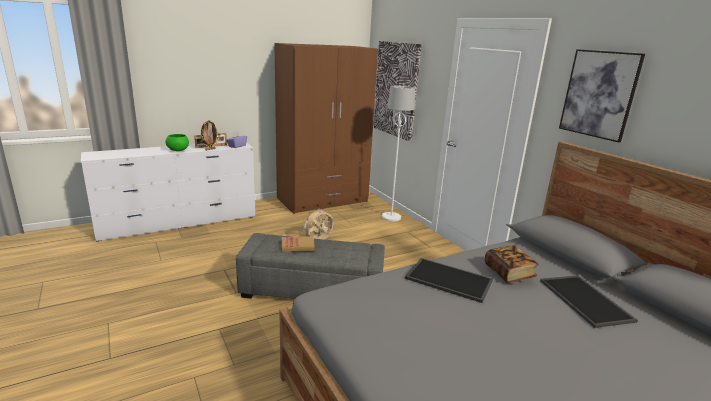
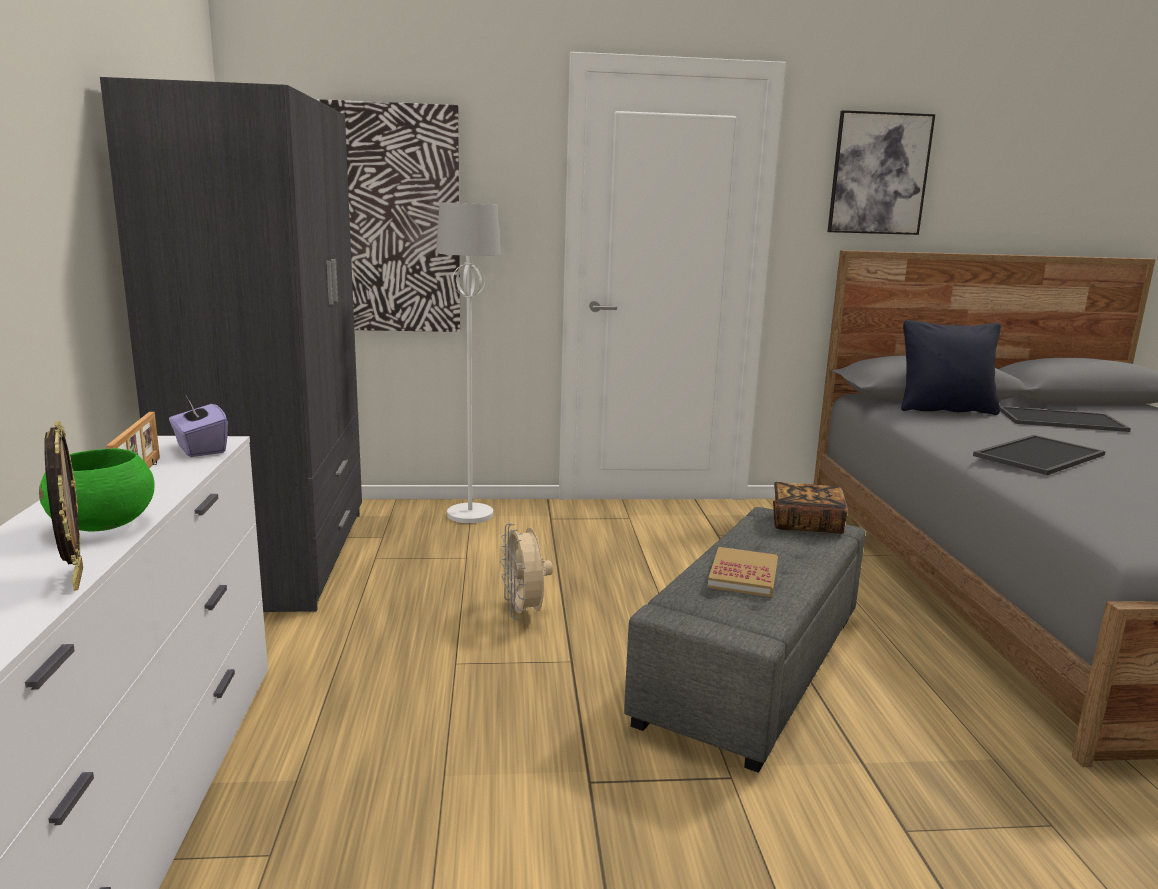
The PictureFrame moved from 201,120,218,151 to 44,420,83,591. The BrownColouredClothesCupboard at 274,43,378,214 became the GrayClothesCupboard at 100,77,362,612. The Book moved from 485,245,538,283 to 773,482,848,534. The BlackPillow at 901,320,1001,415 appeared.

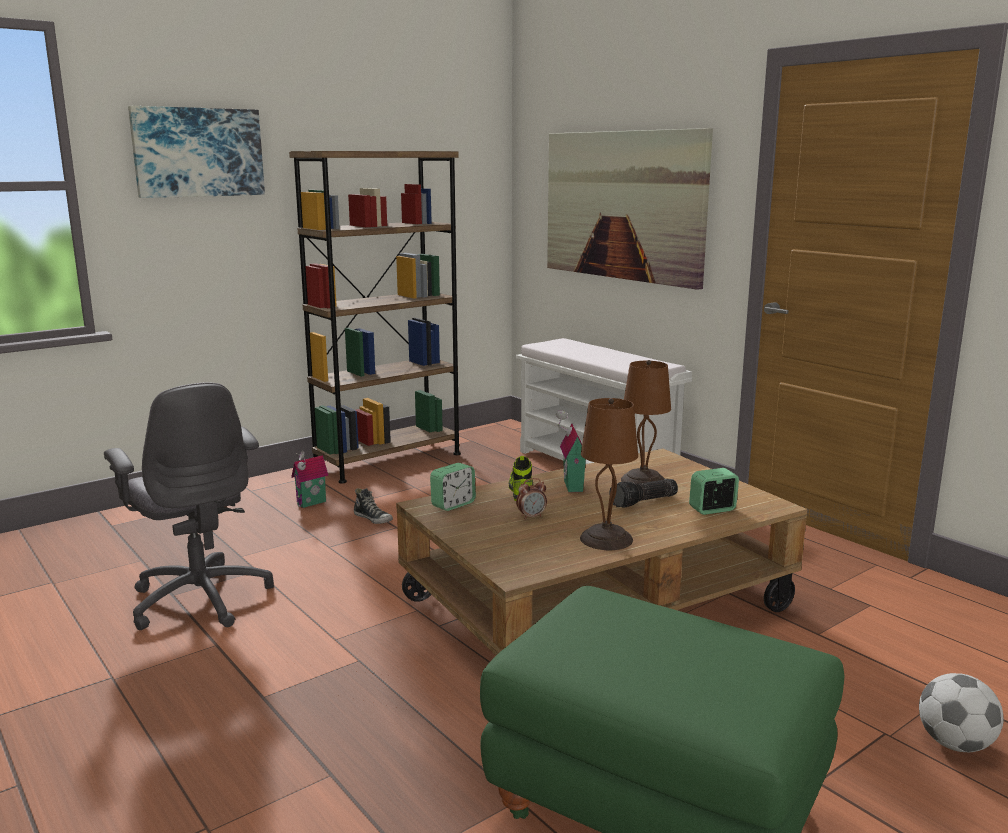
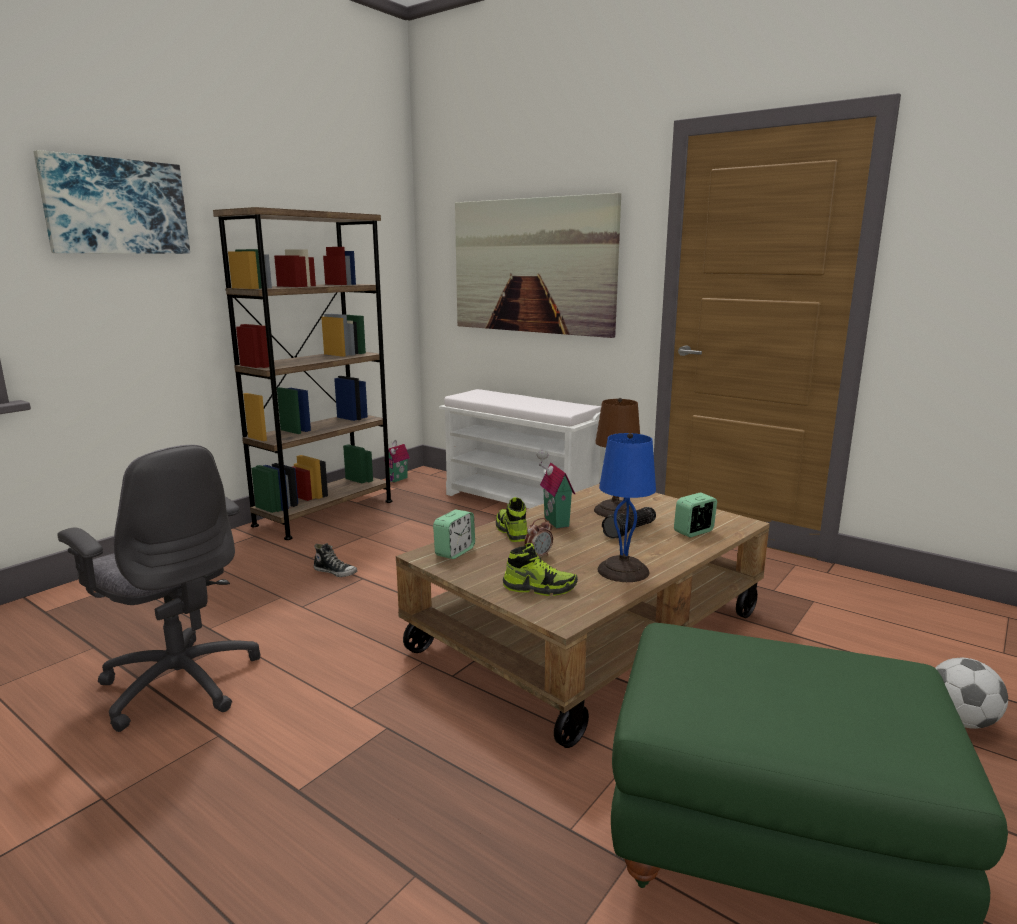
The ModelHouse moved from 291,451,328,508 to 384,440,410,483. The BrownColouredTableLamp at 580,398,638,550 became the BlueTableLamp at 597,433,656,582. The LowShoe at 503,543,578,596 appeared.

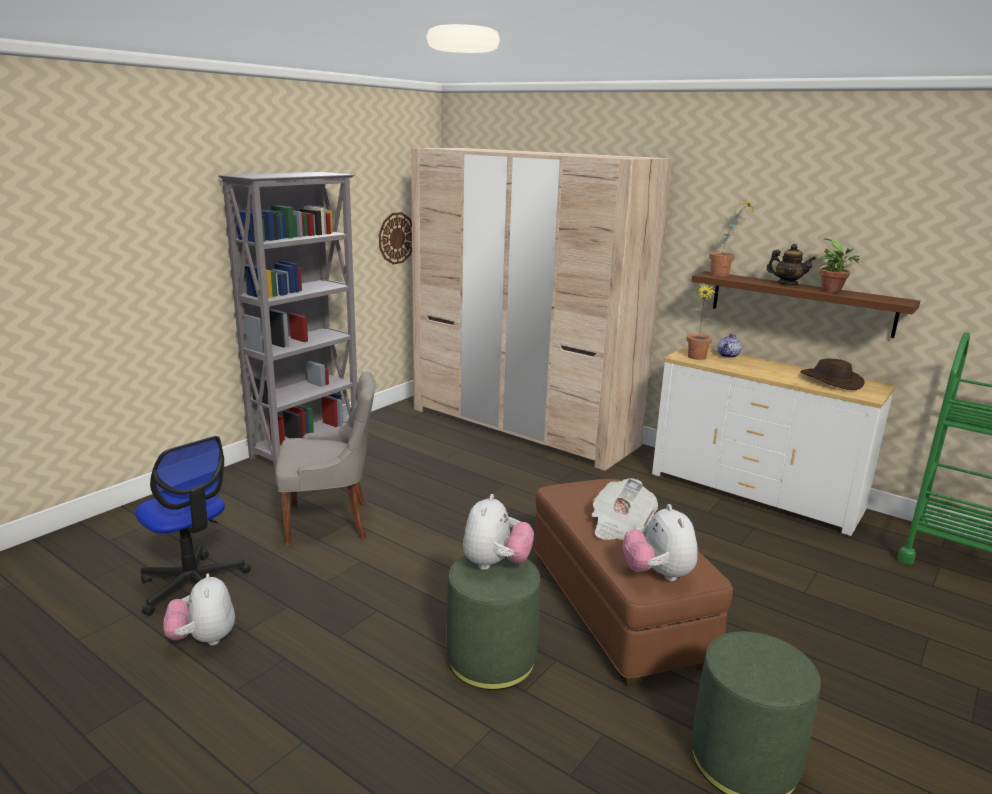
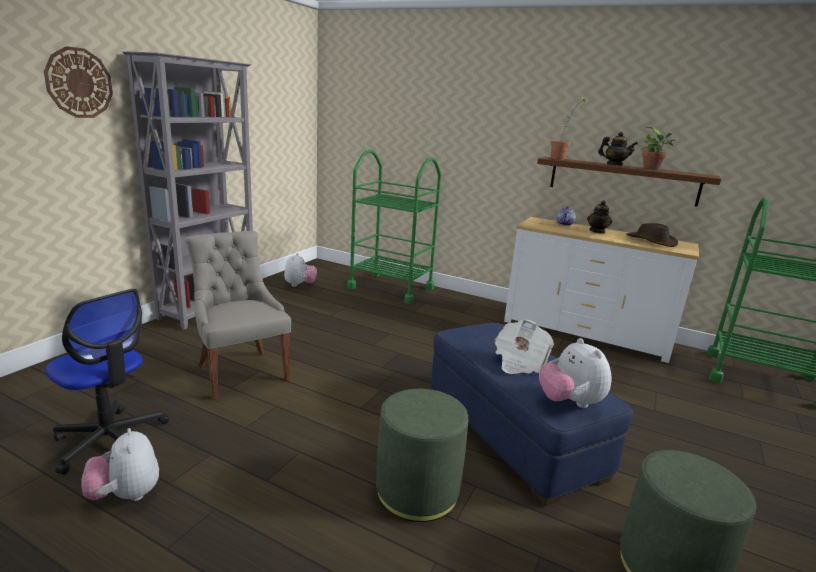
The GrayChair at 275,371,376,546 turned 105 degrees counterclockwise. The ClockOnTheWall moved from 379,212,412,265 to 44,46,113,118. The BeigeColouredClothesCupboard at 411,148,672,471 was replaced by the GreenWheeledCart at 347,150,441,304. The PlushToy moved from 463,494,534,570 to 284,253,317,287. The BrownColouredOttoman at 534,479,733,687 became the BlueOttoman at 430,323,633,506. The Houseplant at 687,285,718,360 disappeared. The PotForTea at 587,200,612,234 appeared.

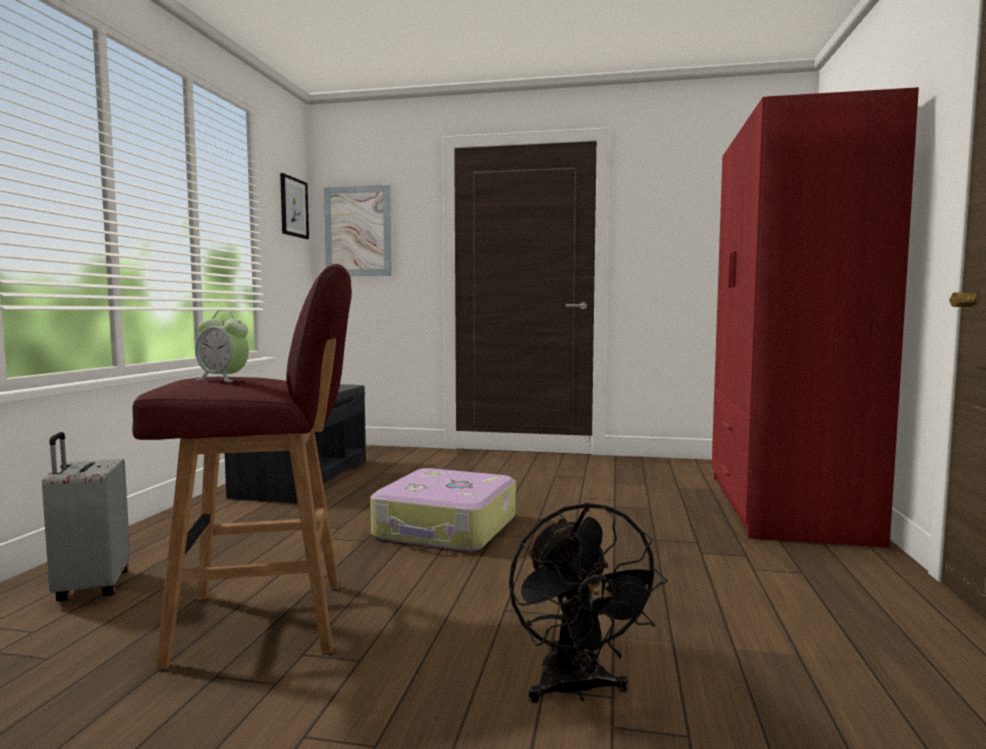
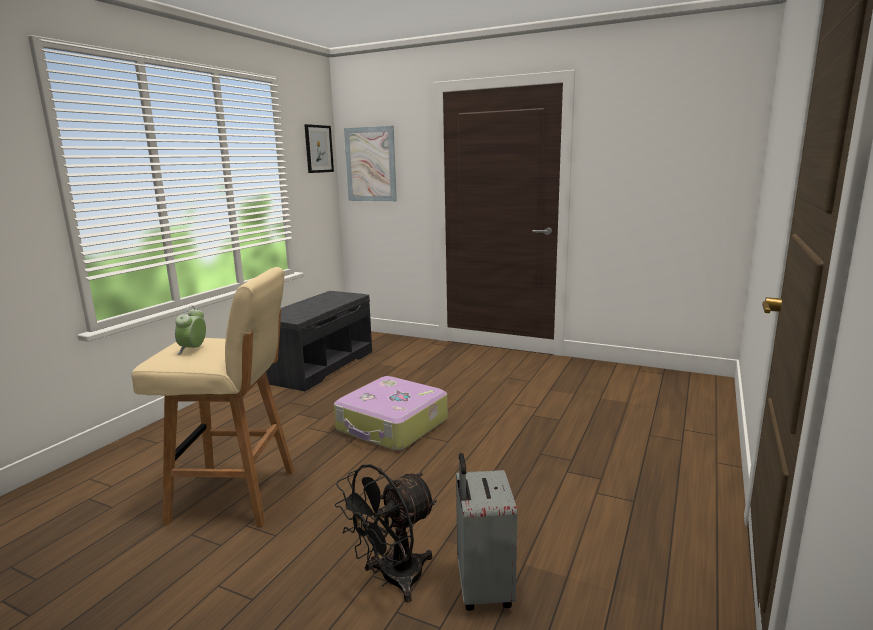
The GrayPieceOfLuggage moved from 42,432,130,602 to 456,453,517,611. The ReddishStool at 132,264,352,670 became the BeigeColouredStool at 131,267,294,527. The AlarmClock at 195,310,249,382 turned 60 degrees clockwise. The BlackCoolingFan at 509,502,668,703 turned 45 degrees clockwise. The ReddishClothesCupboard at 712,87,919,548 disappeared.

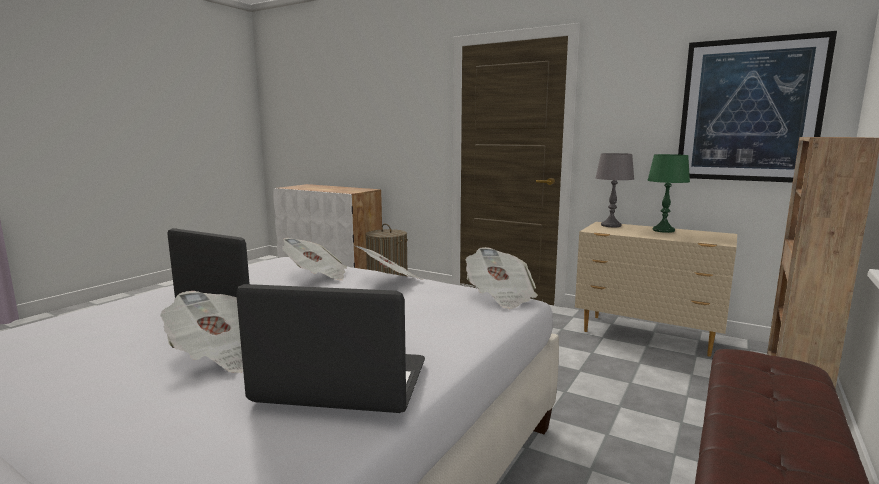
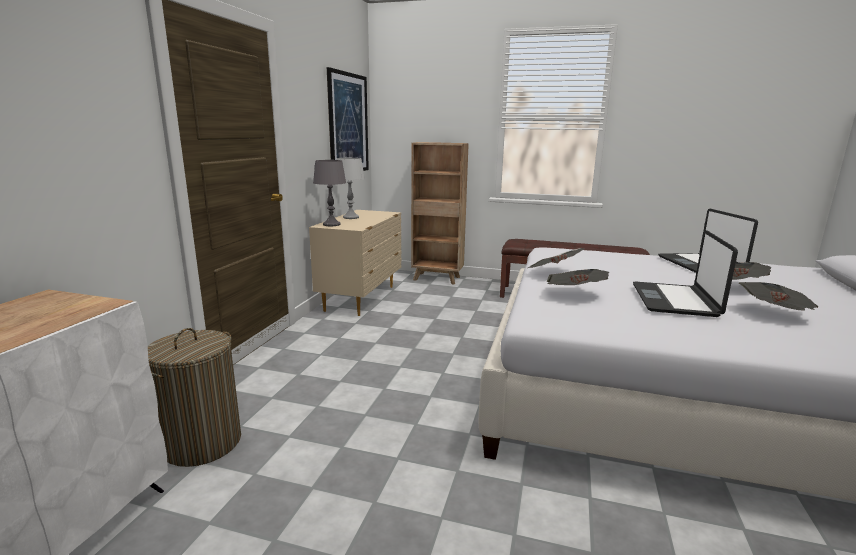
The PrintedPaper moved from 466,247,538,309 to 739,282,818,310. The GreenTableLamp at 648,154,690,233 became the GrayTableLamp at 337,158,365,219.

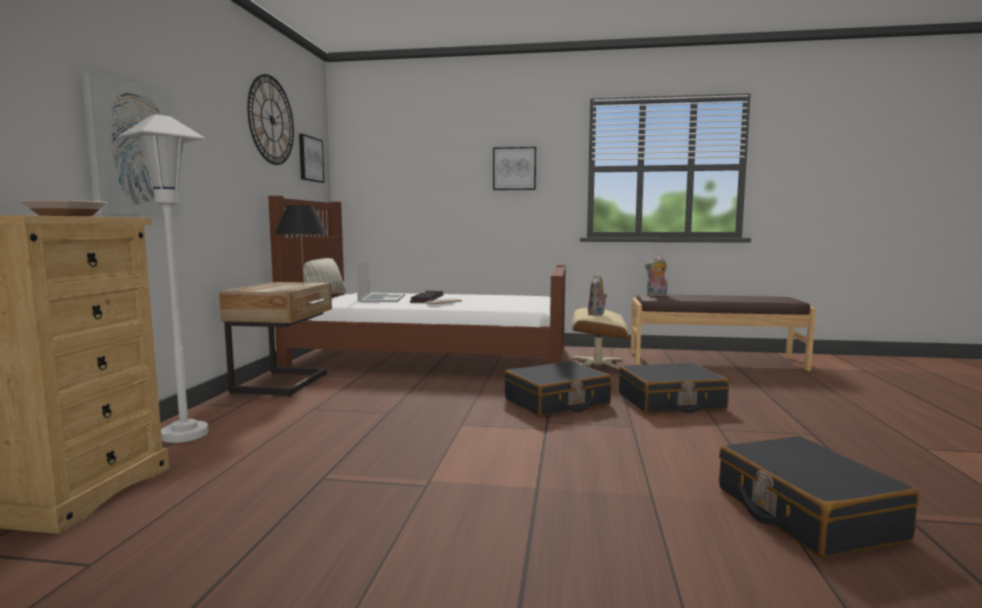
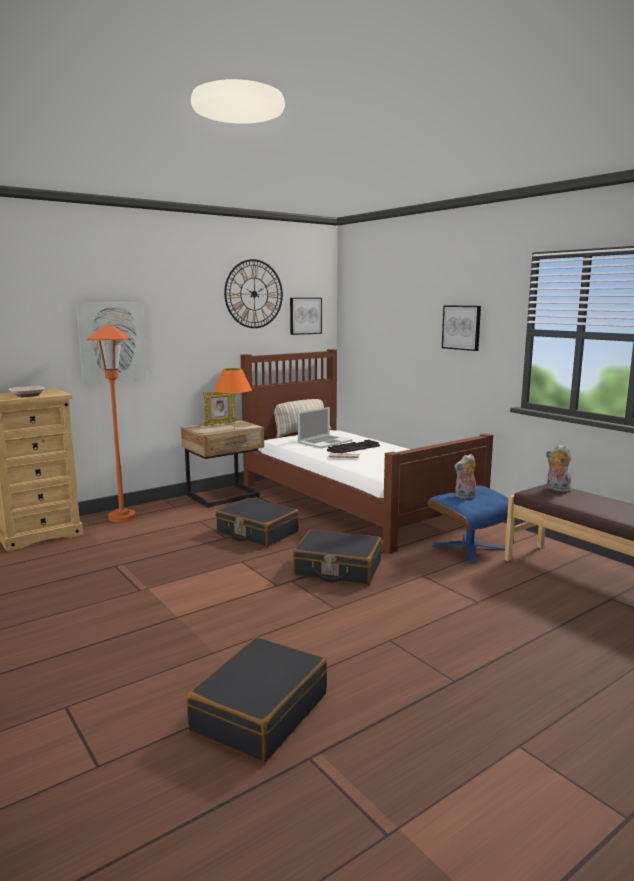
The WhitishFloorLamp at 118,114,208,443 became the OrangeyFloorLamp at 87,326,136,522. The BlackTableLamp at 275,205,328,286 became the OrangeyTableLamp at 214,368,252,429. The BeigeColouredOttoman at 571,308,629,369 became the BlueOttoman at 427,485,509,563. The BlackPieceOfLuggage moved from 619,363,729,414 to 216,498,299,548. The PictureFrame at 203,392,237,426 appeared.

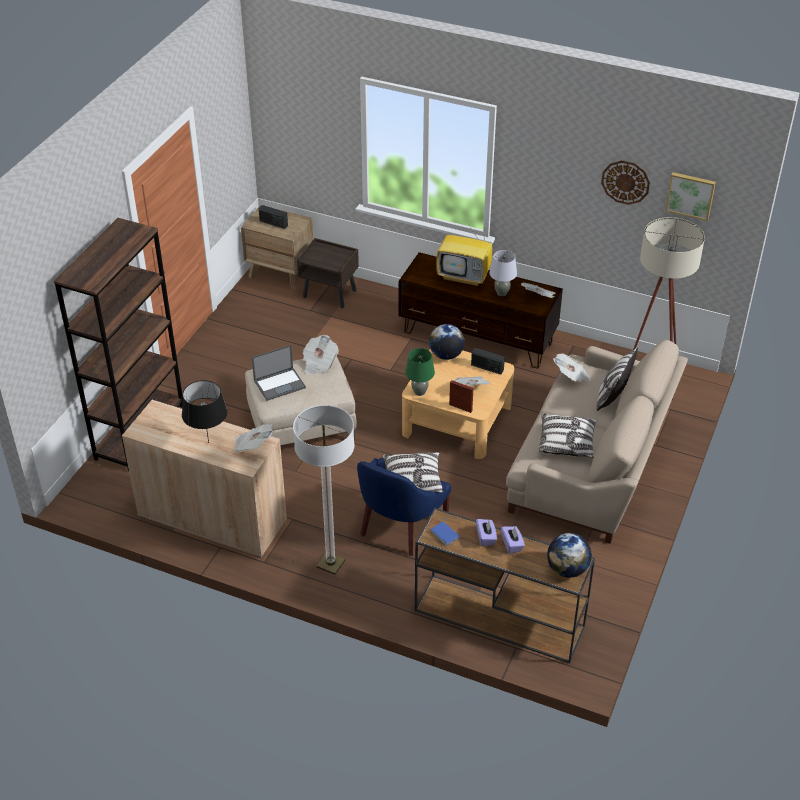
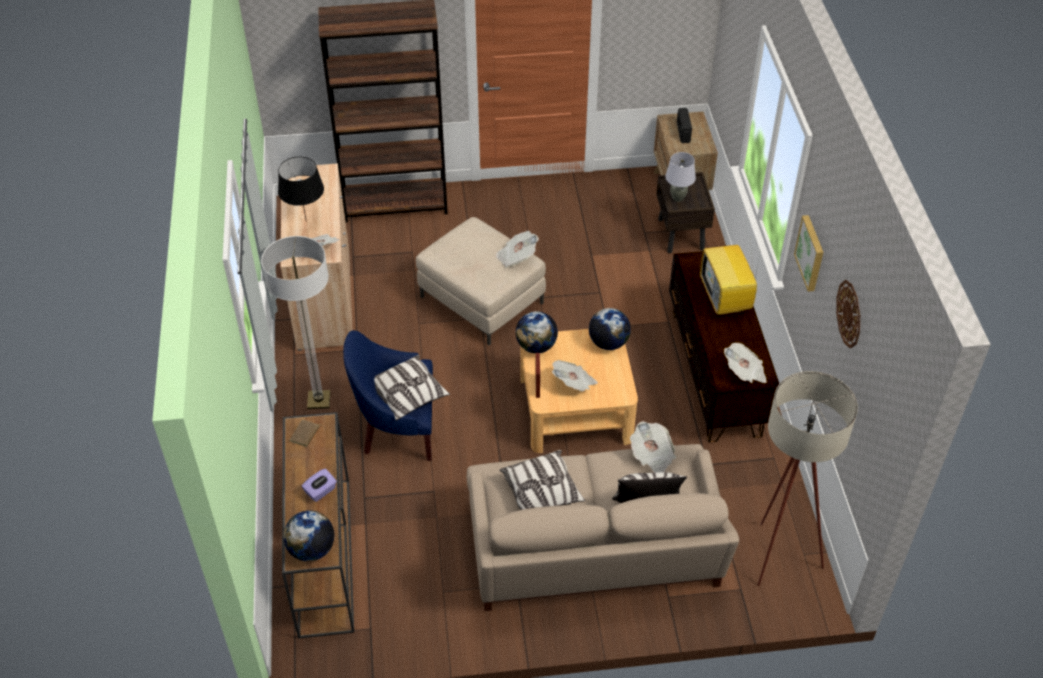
The NotebookComputer at 252,345,306,401 disappeared. The GreenTableLamp at 405,348,435,396 was replaced by the Globe at 516,311,558,353. The BlueBook at 430,519,460,546 became the BrownColouredBook at 290,420,324,447. The RadioSet at 471,348,505,374 disappeared. The PurpleTissueBox at 476,519,497,546 disappeared. The GrayTableLamp moved from 489,250,517,296 to 665,152,696,202. The Picture moved from 666,172,716,221 to 794,215,823,292.

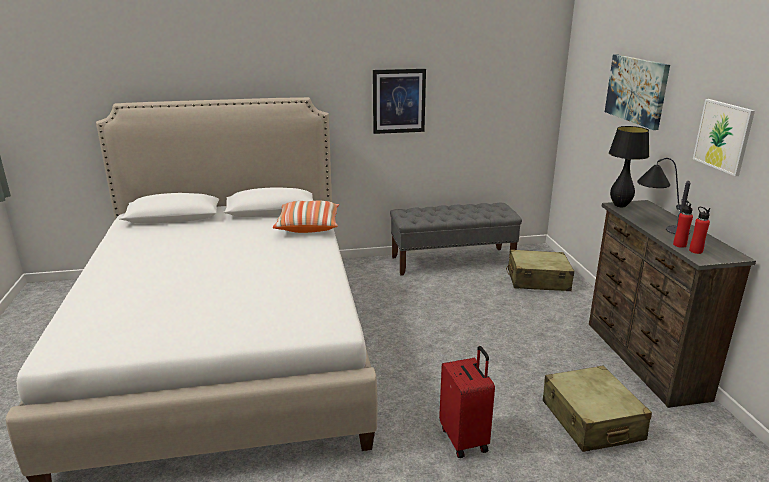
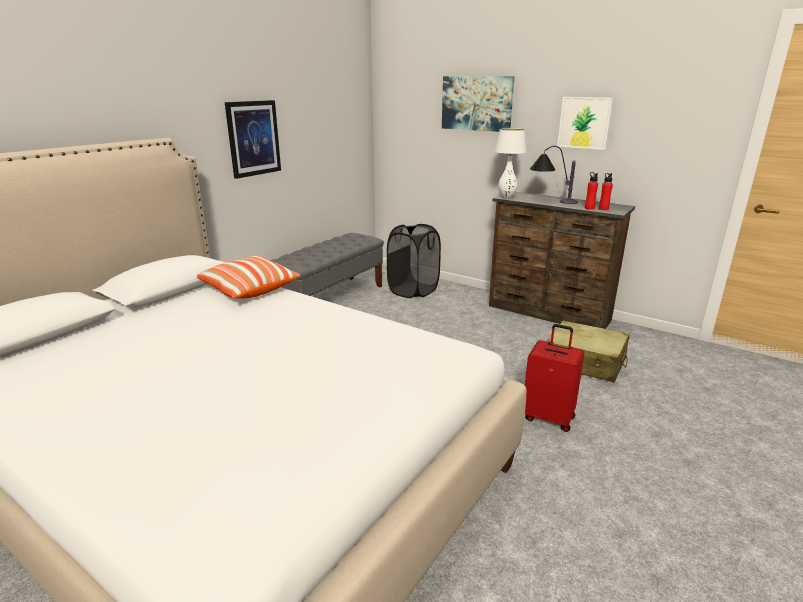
The BeigeColouredPieceOfLuggage at 506,249,574,291 was replaced by the BlackHamper at 387,224,441,298. The BlackTableLamp at 609,126,649,208 became the WhitishTableLamp at 495,128,527,198.

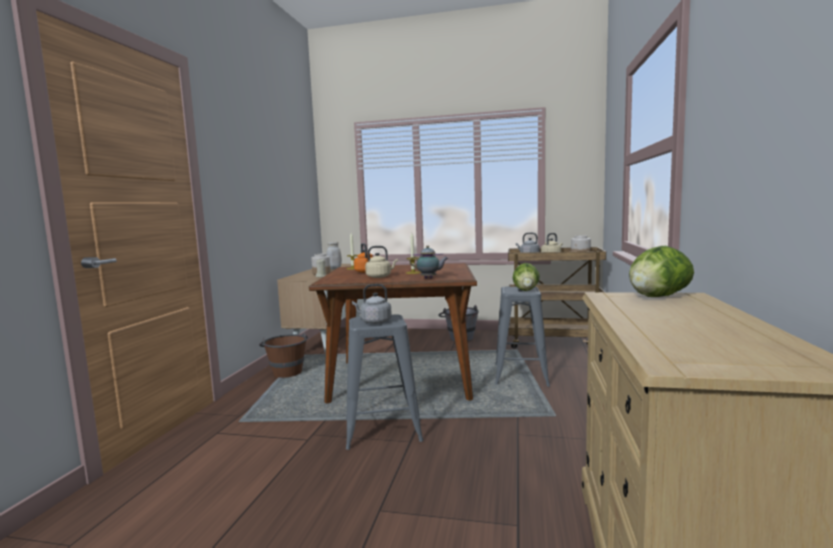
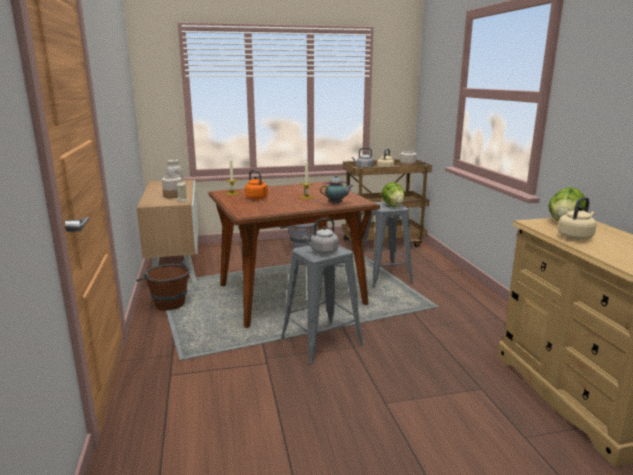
The BeigeColouredTeaKettle moved from 365,246,398,278 to 558,197,596,240.

